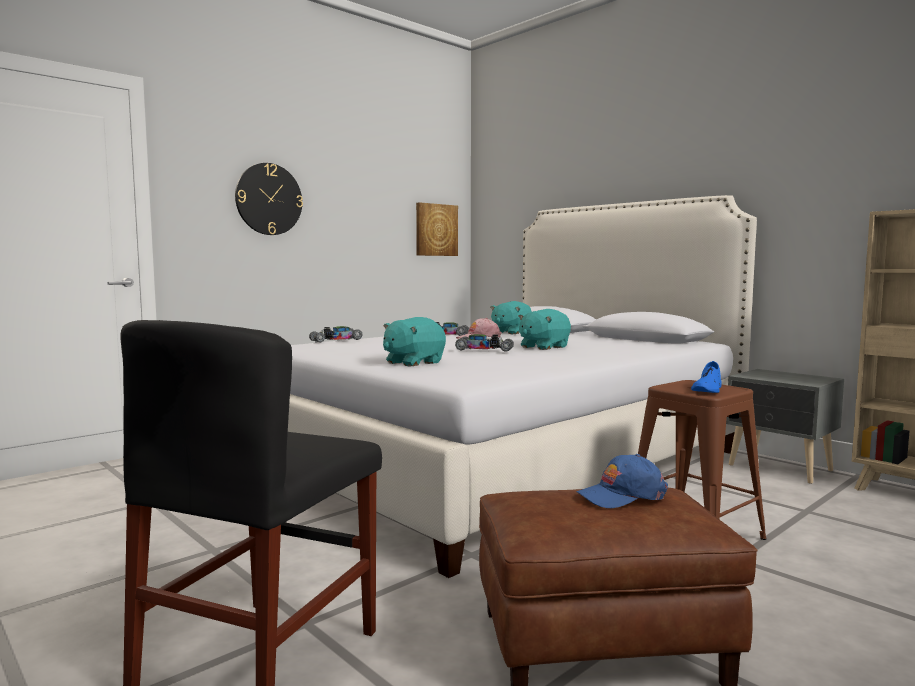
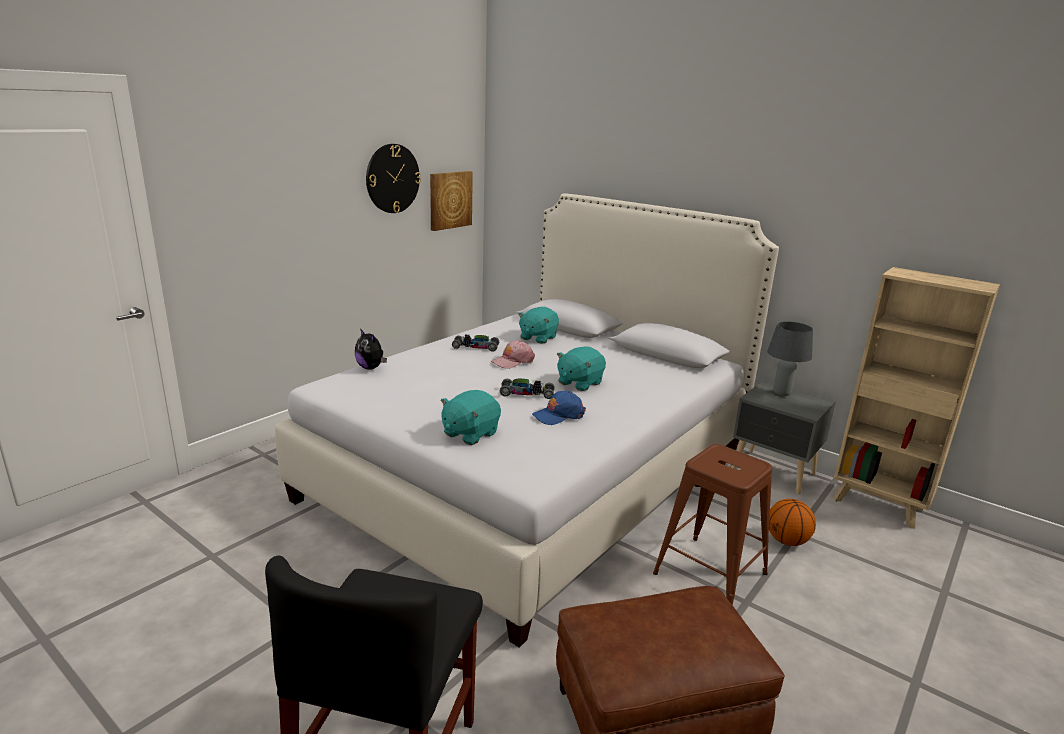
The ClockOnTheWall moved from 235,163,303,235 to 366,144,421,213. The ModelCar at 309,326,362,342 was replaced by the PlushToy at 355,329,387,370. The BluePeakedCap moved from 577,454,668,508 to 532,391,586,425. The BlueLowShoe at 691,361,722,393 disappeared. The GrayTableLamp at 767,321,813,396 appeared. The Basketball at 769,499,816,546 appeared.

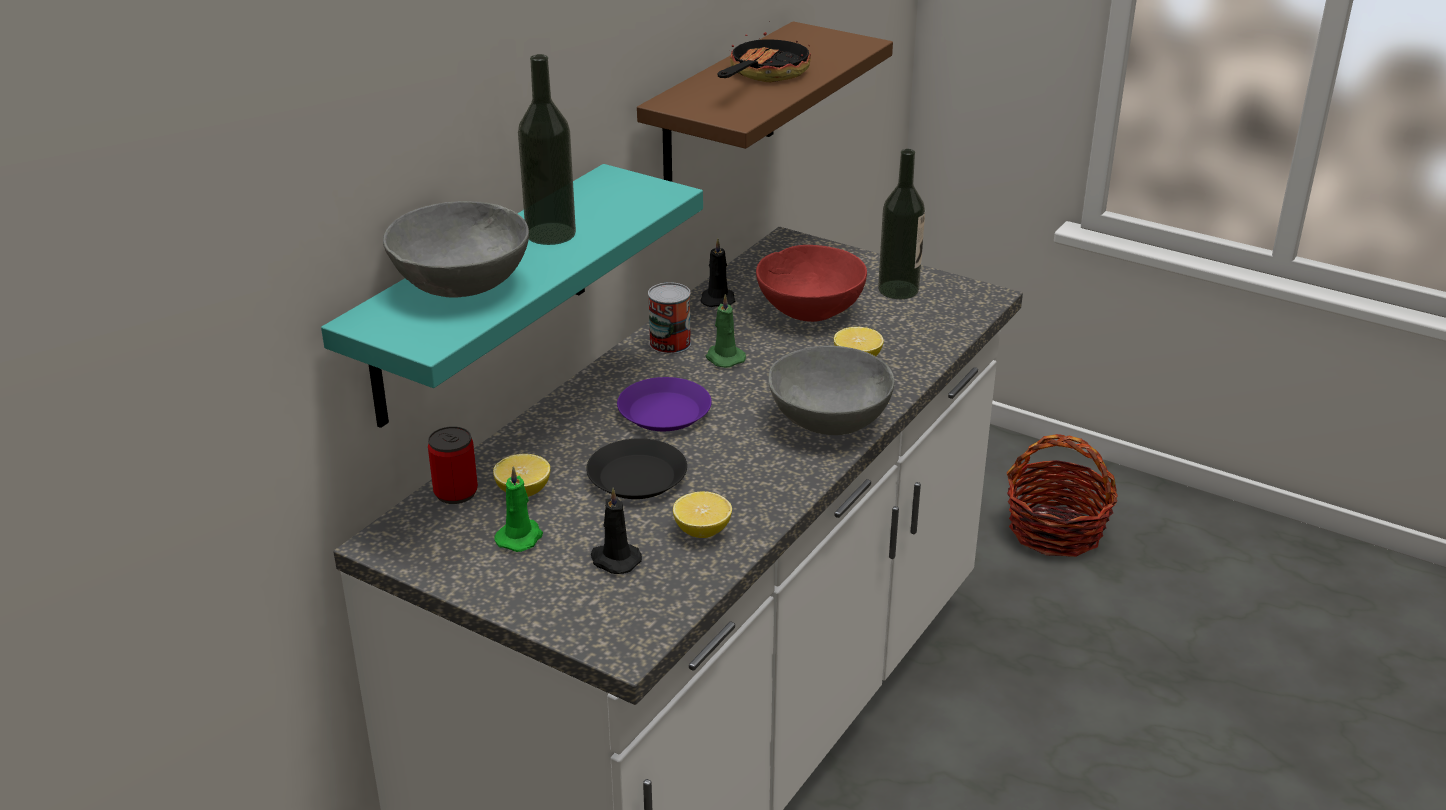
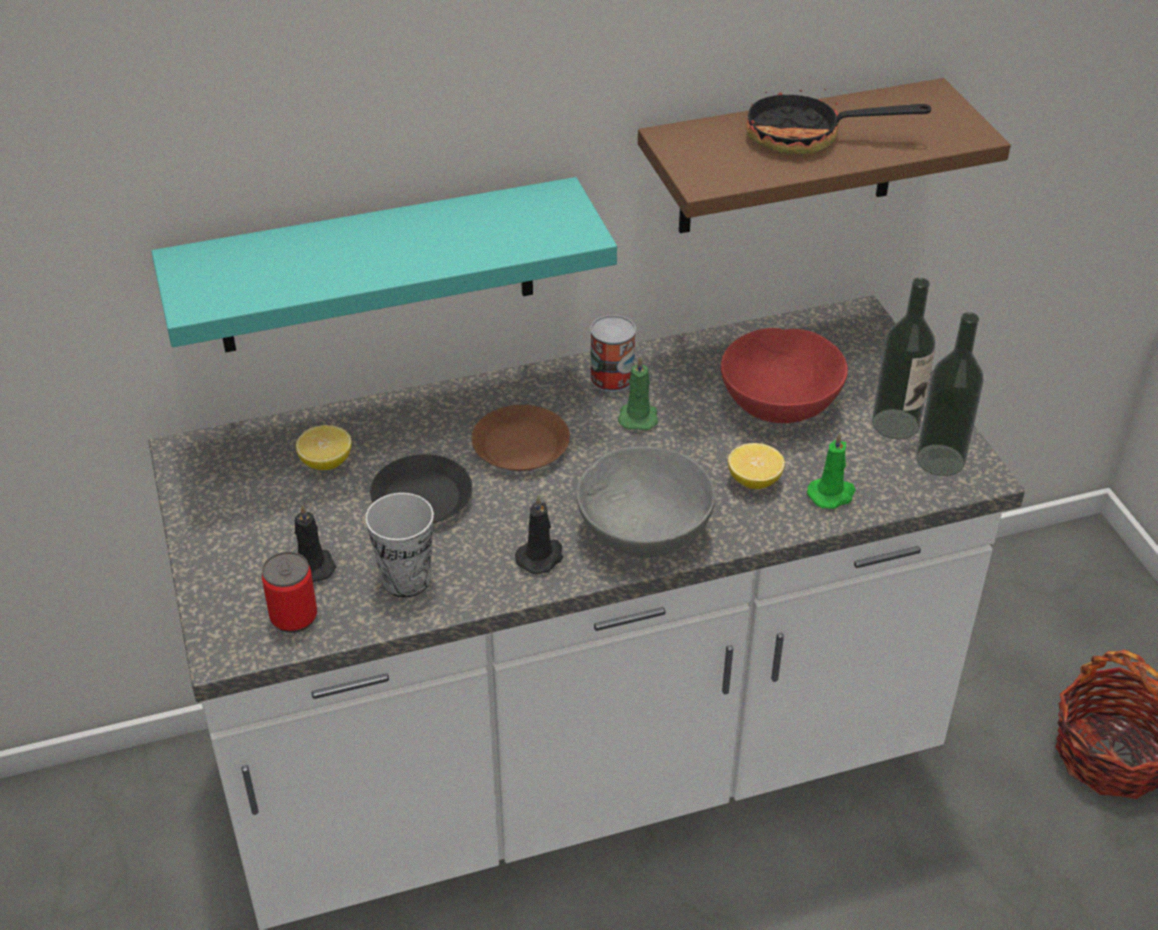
The GrayBowl at 383,201,529,298 disappeared. The SealedCan moved from 428,426,478,504 to 262,552,317,633. The GreenWaxCandle moved from 494,466,543,552 to 807,432,856,509. The Bottle moved from 518,54,576,245 to 916,312,984,476. The PurplePlate at 617,377,712,431 became the BrownColouredPlate at 471,405,570,471. The Lemon at 673,491,732,538 was replaced by the DrinkingCup at 365,493,434,597. The BlackWaxCandle moved from 700,239,735,307 to 515,495,563,574. The FryingPan at 718,21,811,82 turned 150 degrees counterclockwise.

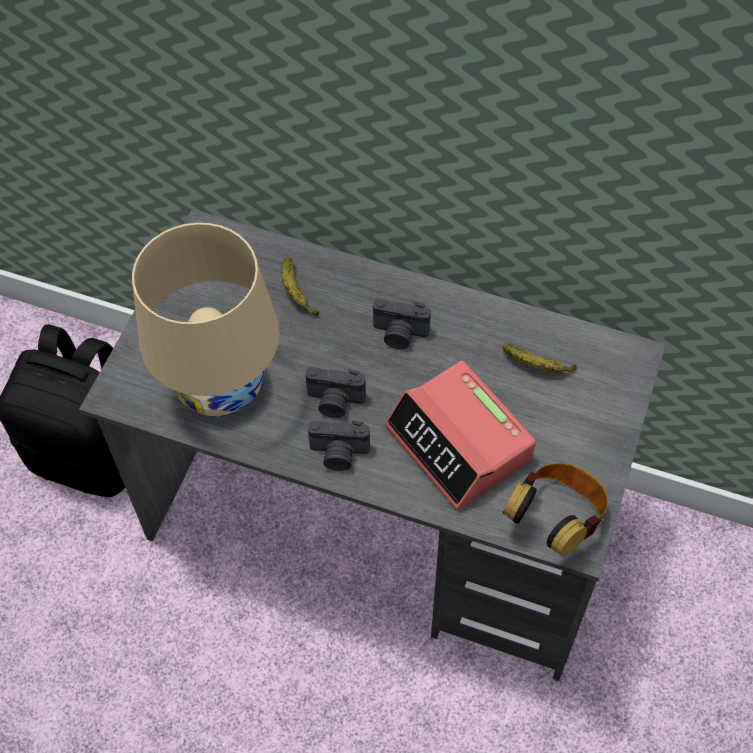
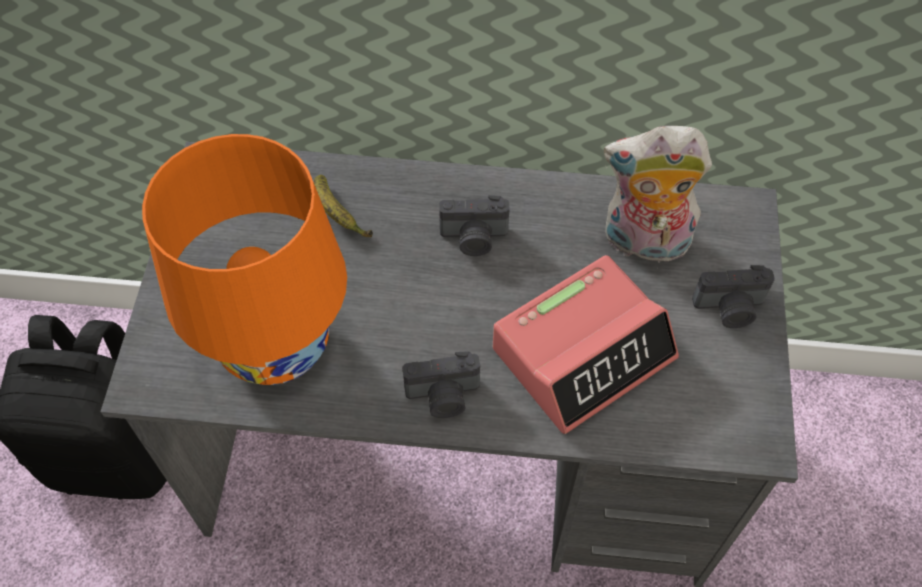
The BeigeColouredTableLamp at 132,223,280,417 became the OrangeyTableLamp at 142,134,347,385. The PhotoCamera moved from 305,367,366,418 to 692,265,775,328. The AlarmClock at 385,361,536,510 turned 75 degrees counterclockwise. The BananaFruit at 502,344,577,372 was replaced by the PlushToy at 604,126,712,269. The PairOfHeadphones at 503,463,608,556 disappeared.

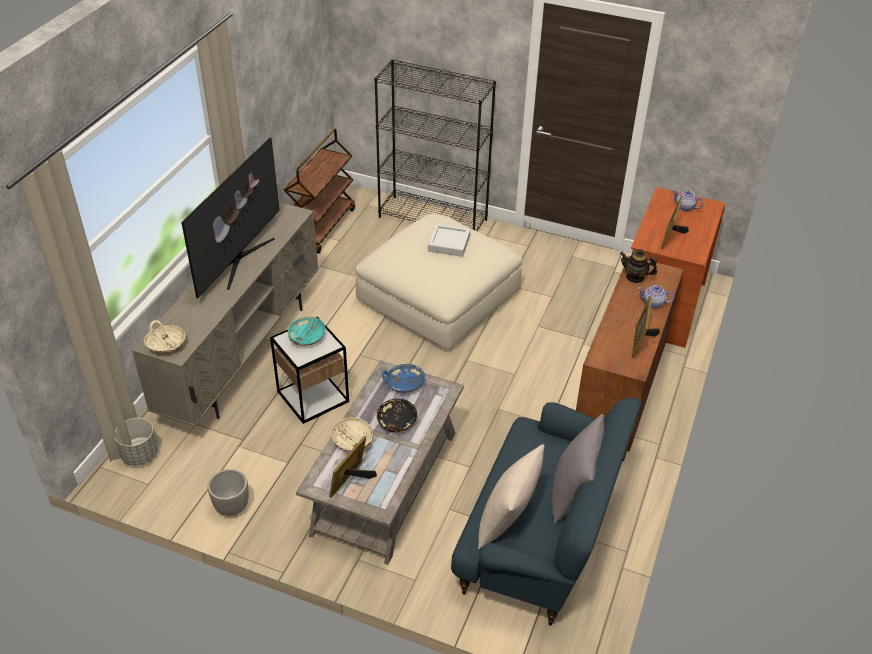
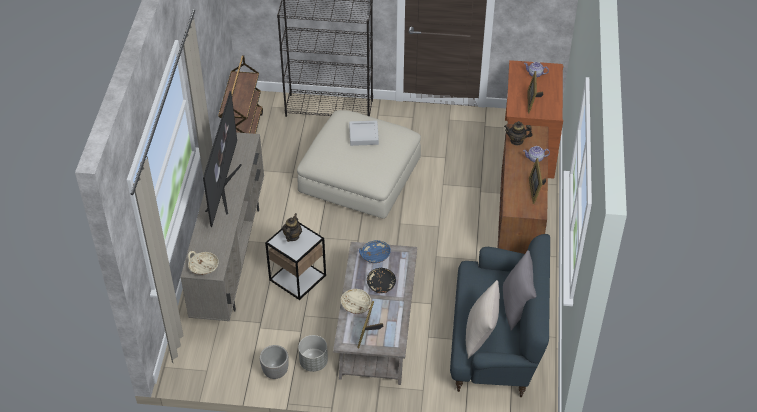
The GrayPlantPot moved from 115,418,158,466 to 298,335,328,372. The TurquoiseBowl at 288,317,326,346 was replaced by the PotForTea at 282,213,302,242.

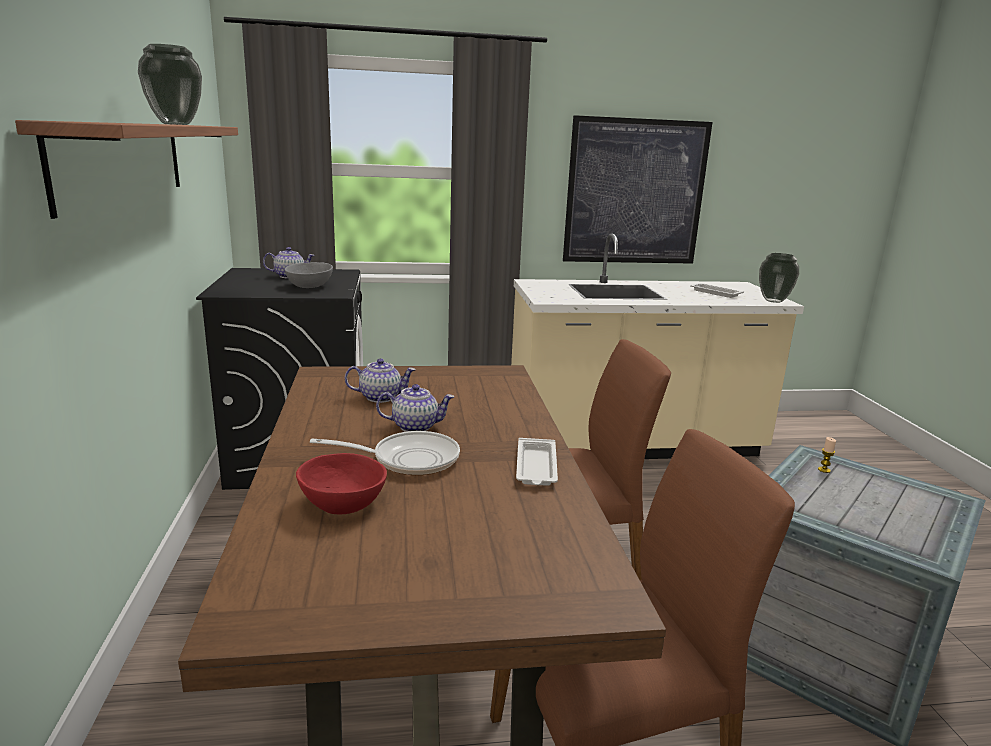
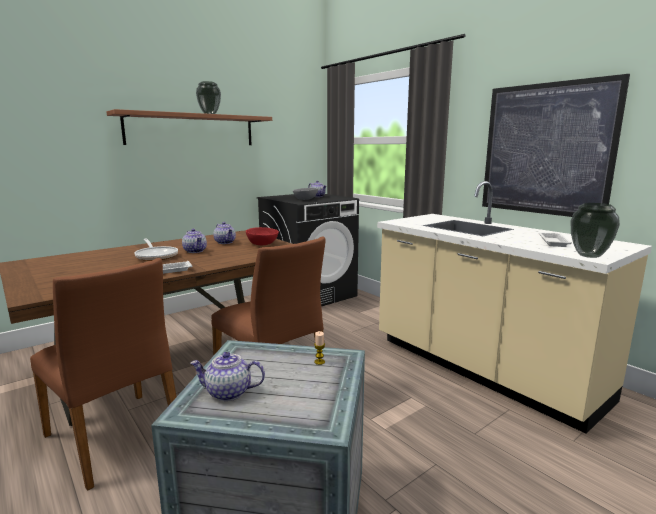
The ReddishBowl moved from 296,453,387,514 to 246,227,279,245. The PotForTea at 190,352,265,401 appeared.

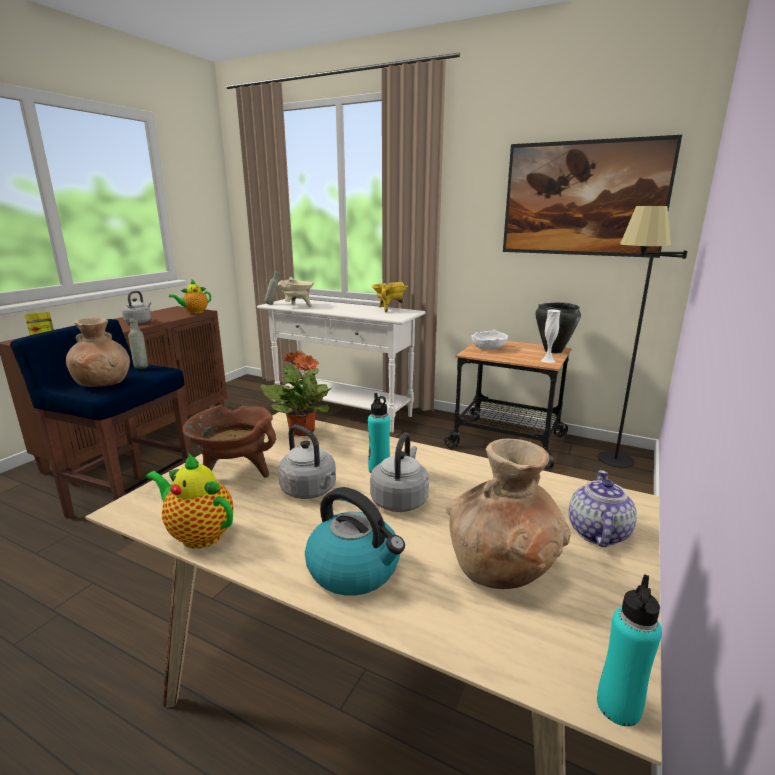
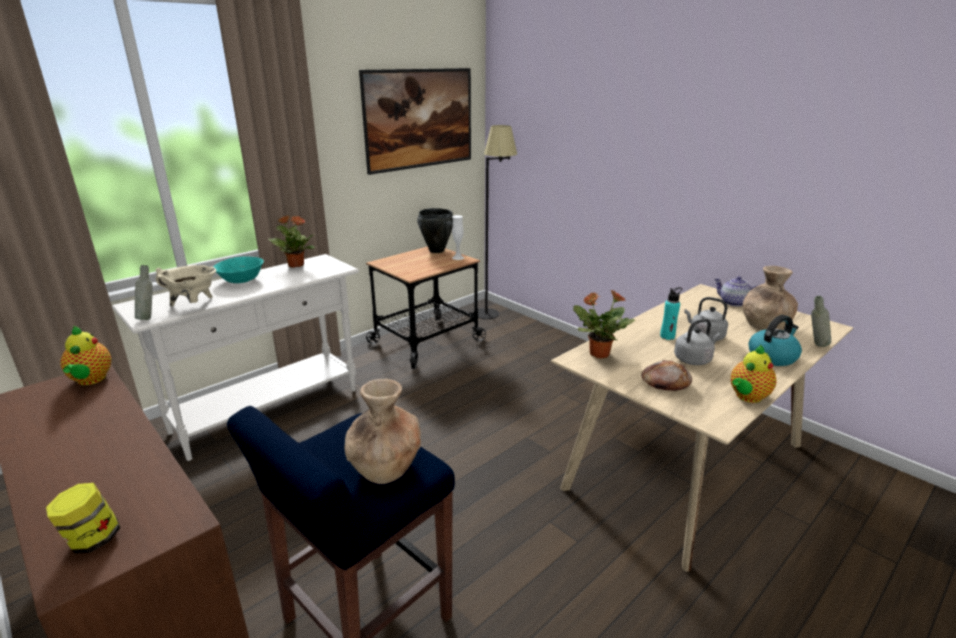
The GrayTeaKettle at 122,291,151,324 disappeared. The GrayBottle moved from 128,318,148,369 to 811,296,831,347. The BrownColouredSaucepot at 182,405,276,478 was replaced by the BakeryBread at 641,360,692,391. The YellowishSaucepot at 372,282,408,312 was replaced by the Houseplant at 268,215,315,268. The WhitishBowl at 471,330,508,350 disappeared. The TurquoiseBottle at 597,574,662,727 disappeared. The TurquoiseBowl at 213,256,264,283 appeared.

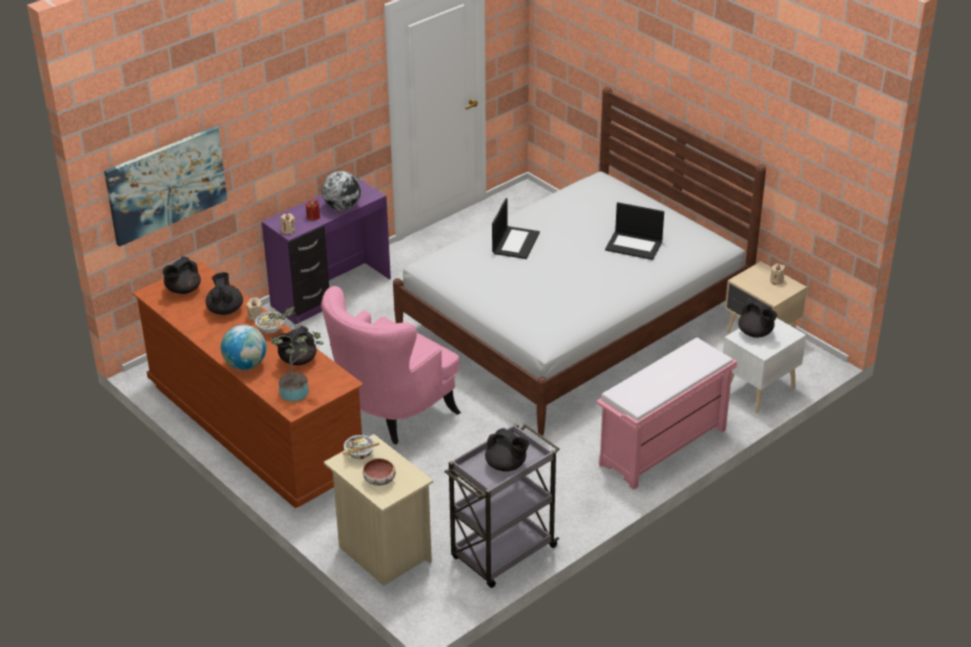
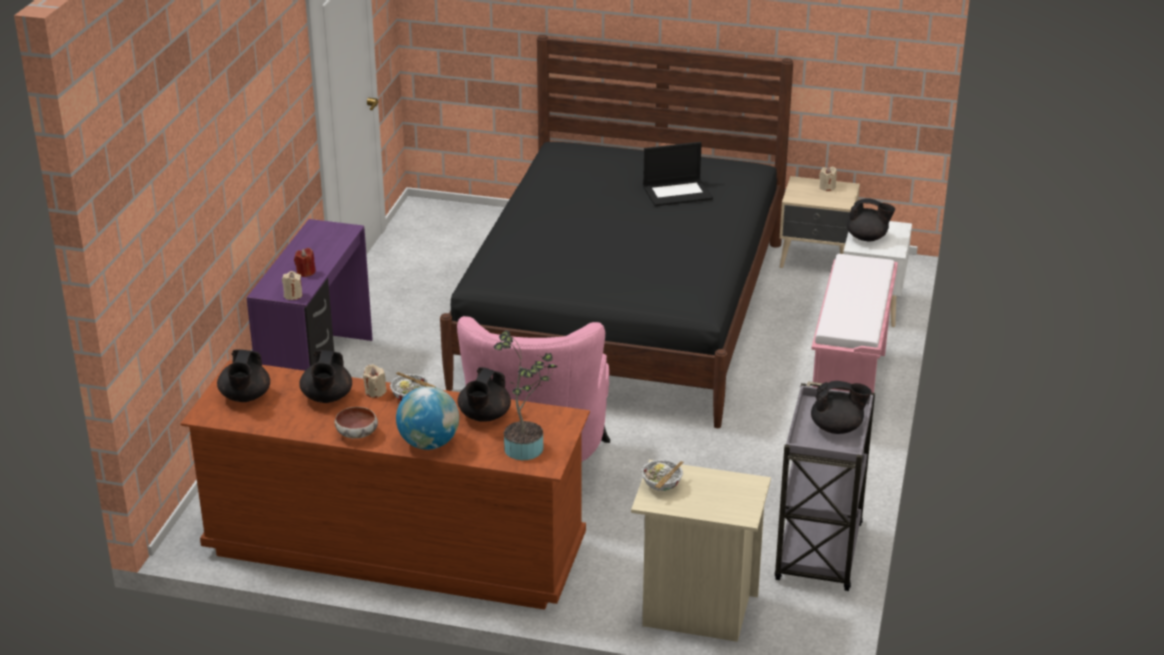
The Picture at 104,126,227,247 disappeared. The BlackPotForTea at 206,272,243,315 turned 135 degrees counterclockwise. The Globe at 322,171,361,211 disappeared. The Bowl moved from 363,458,396,486 to 335,407,378,439. The WhitishBedroomBed at 393,87,766,436 became the BlackBedroomBed at 440,35,793,428. The NotebookComputer at 492,198,540,259 disappeared.

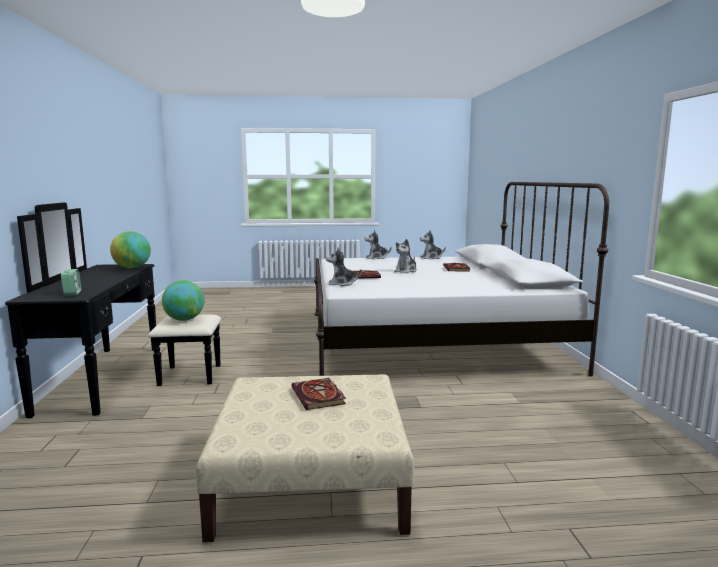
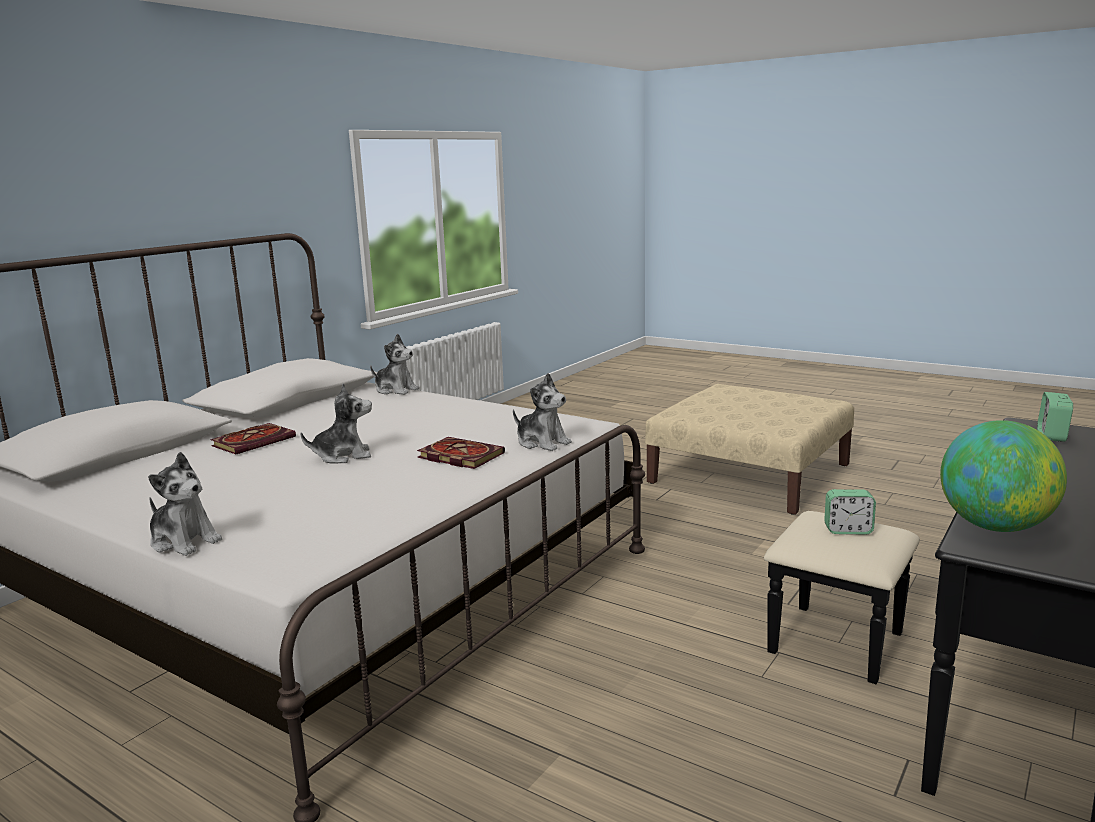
The Globe at 162,280,204,321 was replaced by the AlarmClock at 824,489,876,535. The Book at 291,378,346,410 disappeared. The PlushToy moved from 420,230,446,259 to 370,334,419,395.

